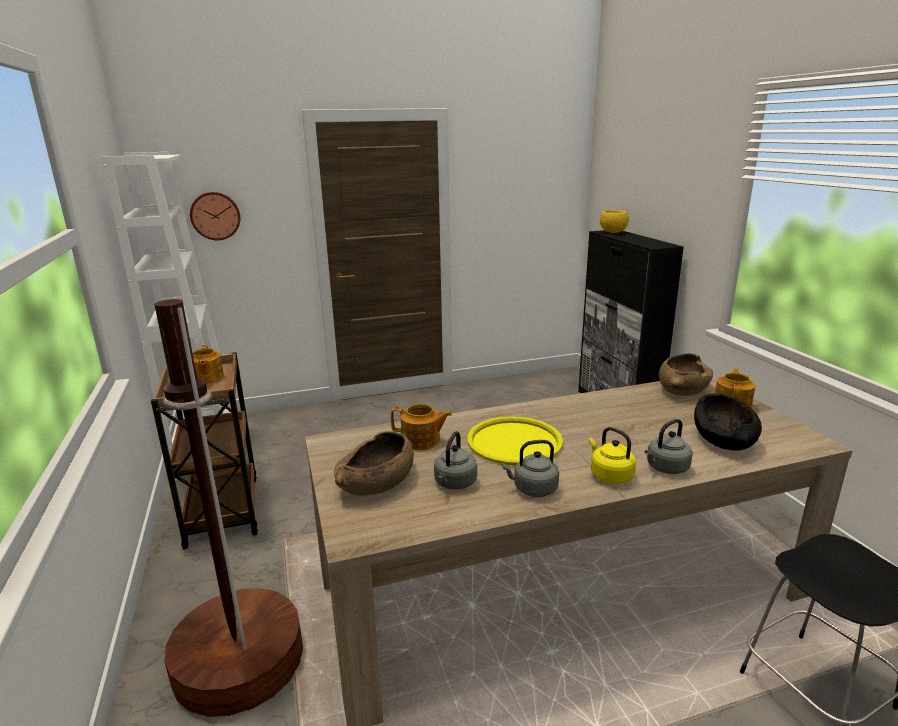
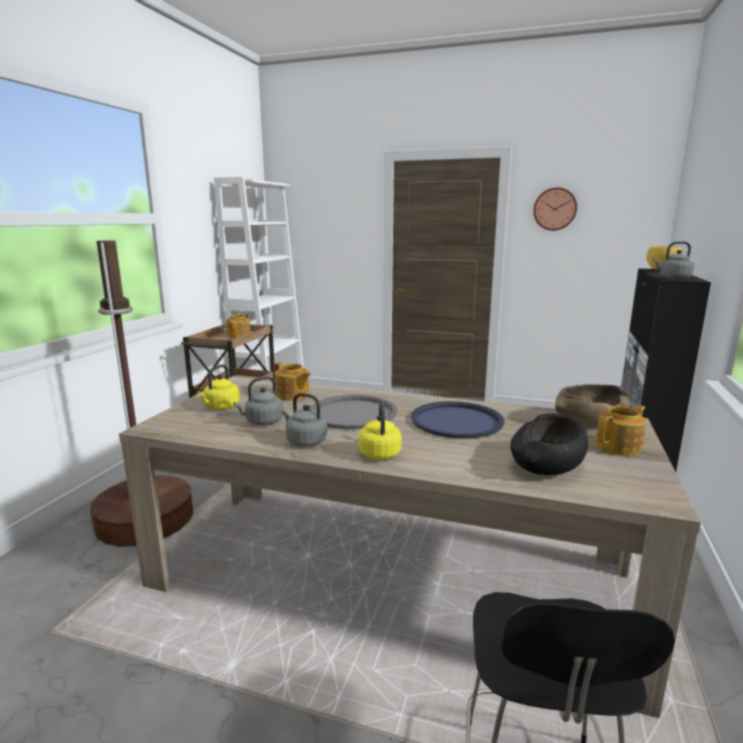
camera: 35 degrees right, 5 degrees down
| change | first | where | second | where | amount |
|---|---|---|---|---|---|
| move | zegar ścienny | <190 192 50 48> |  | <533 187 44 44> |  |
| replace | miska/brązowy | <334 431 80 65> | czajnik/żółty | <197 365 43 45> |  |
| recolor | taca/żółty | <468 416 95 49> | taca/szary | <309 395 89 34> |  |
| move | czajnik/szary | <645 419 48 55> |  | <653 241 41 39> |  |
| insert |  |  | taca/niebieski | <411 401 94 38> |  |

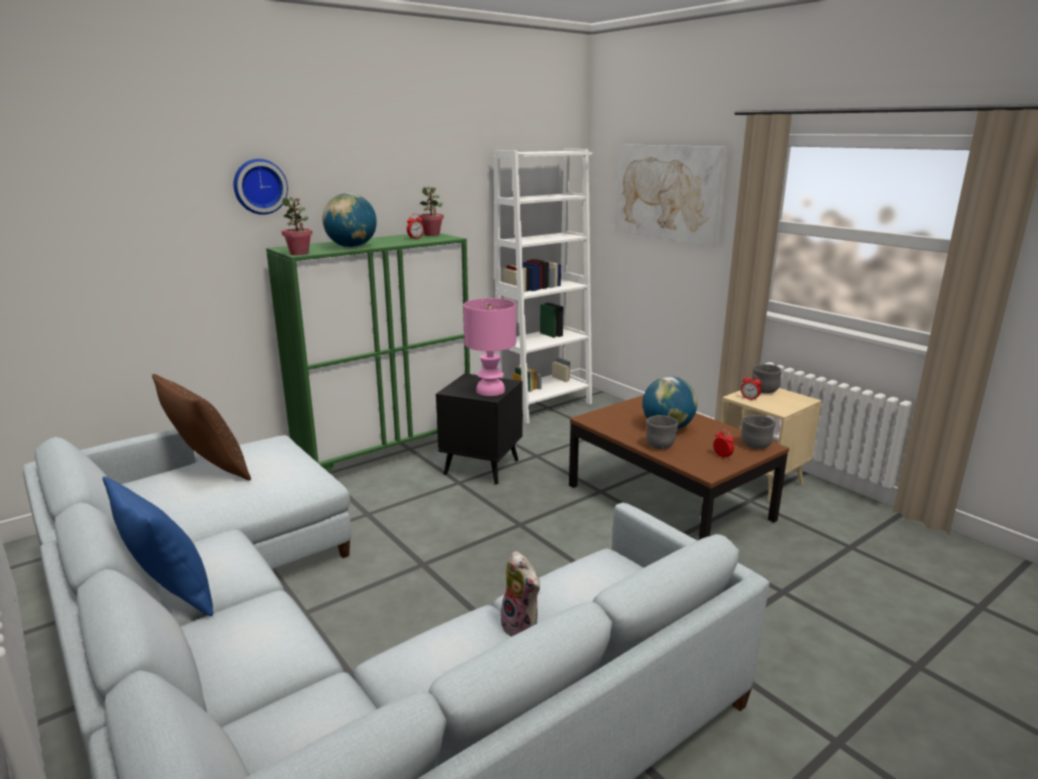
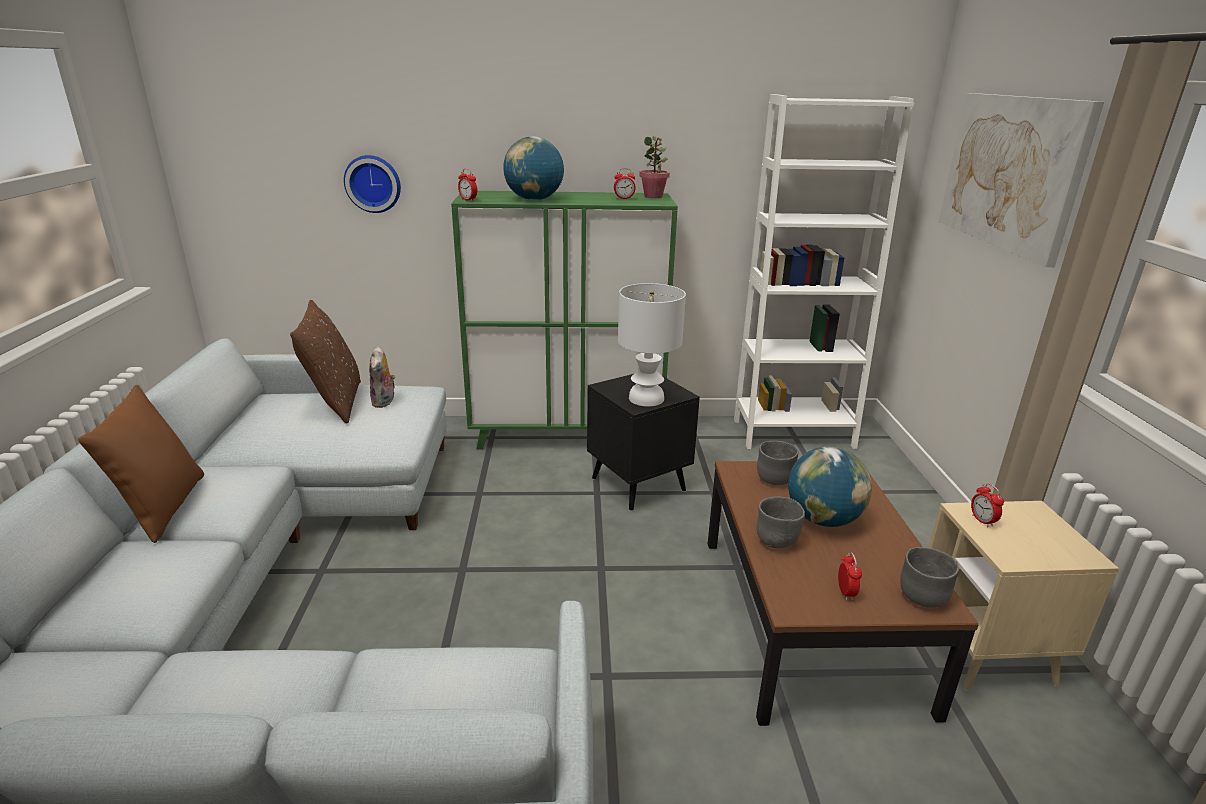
camera: 35 degrees right, 5 degrees up
| change | first | where | second | where | amount |
|---|---|---|---|---|---|
| recolor | poduszka/niebieski | <102 476 112 140> | poduszka/brązowy | <78 385 126 158> |  |
| move | zegar ścienny | <233 159 55 56> |  | <344 155 57 58> |  |
| replace | roślina doniczkowa | <282 197 31 58> | budzik | <458 169 19 33> |  |
| recolor | lampa stołowa/różowy | <464 298 52 98> | lampa stołowa/biały | <618 283 68 123> |  |
| move | pluszak | <500 551 41 85> |  | <369 346 27 62> |  |
| move | miska/szary | <752 364 30 30> |  | <757 441 41 44> |  |

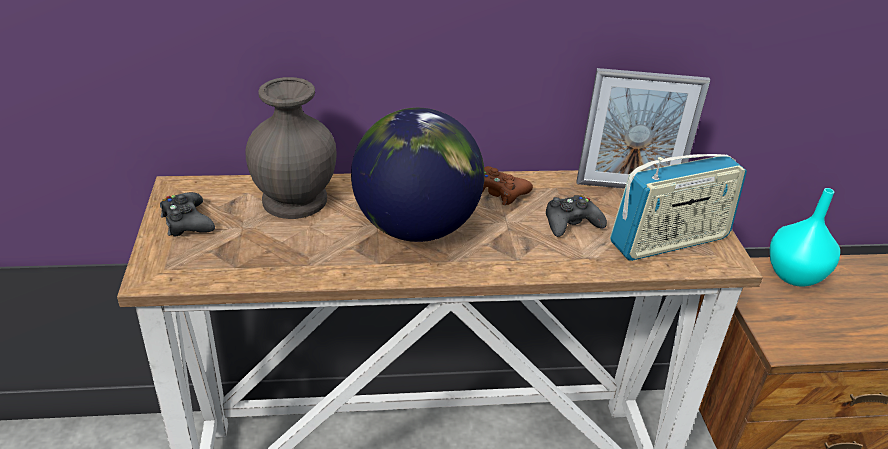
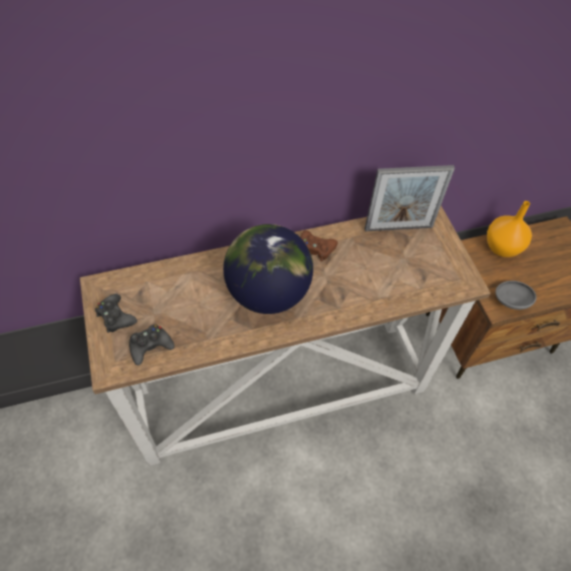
camera: 10 degrees left, 20 degrees up
| change | first | where | second | where | amount |
|---|---|---|---|---|---|
| delete | wazon/szary | <245 77 92 142> |  |  |  |
| move | pad do gier/czarny | <546 195 61 42> |  | <129 324 46 41> |  |
| delete | radio | <610 154 137 107> |  |  |  |
| recolor | wazon/turkusowy | <770 188 70 99> | wazon/pomarańczowy | <487 201 45 56> |  |
| insert |  |  | miska/szary | <495 281 41 29> |  |

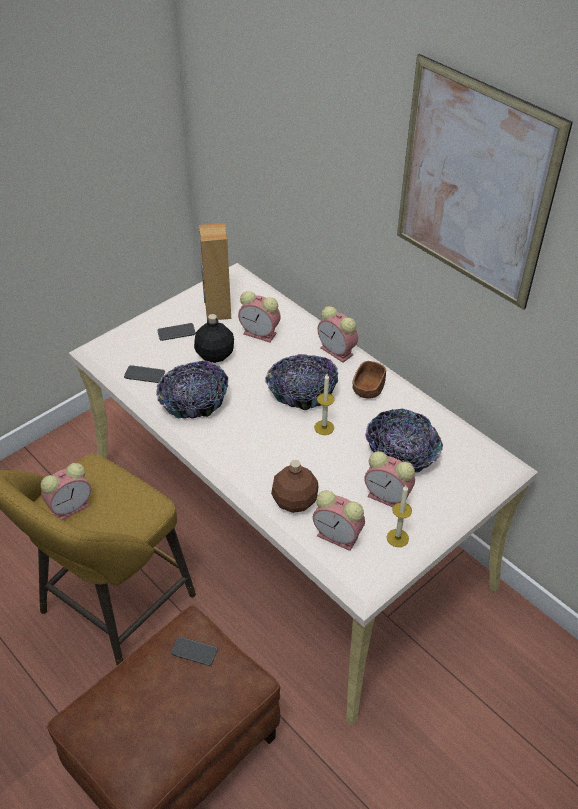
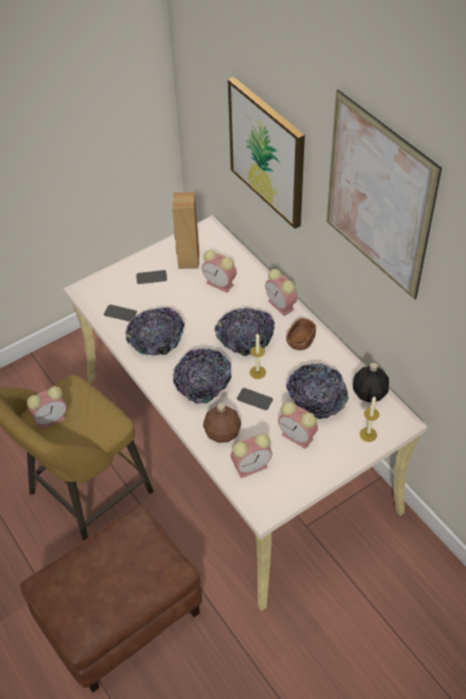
camera: 10 degrees right, 5 degrees up
| change | first | where | second | where | amount |
|---|---|---|---|---|---|
| move | telefon | <171 637 46 29> |  | <237 388 36 22> |  |
| move | butelka/czarny | <194 314 40 49> |  | <353 363 36 40> |  |
| rotate | budzik | <313 490 52 61> |  | <231 433 41 45> | 60 degrees counterclockwise |
| move | świeca | <387 486 25 61> |  | <360 396 19 46> |  |
| insert |  |  | miska | <173 348 59 56> |  |
| insert |  |  | obraz | <228 77 77 152> |  |

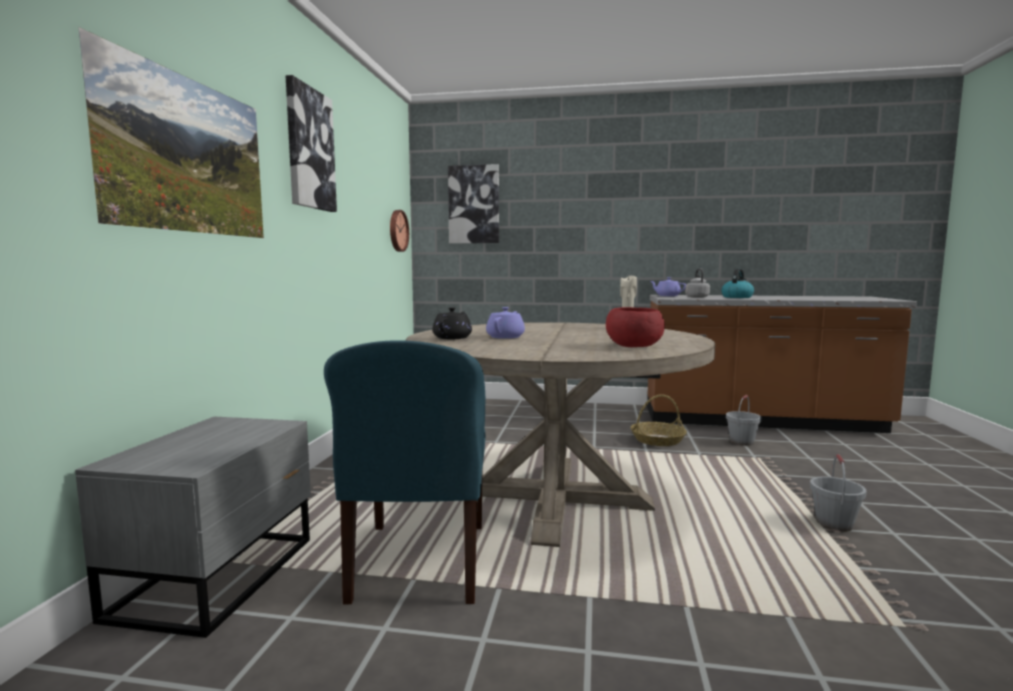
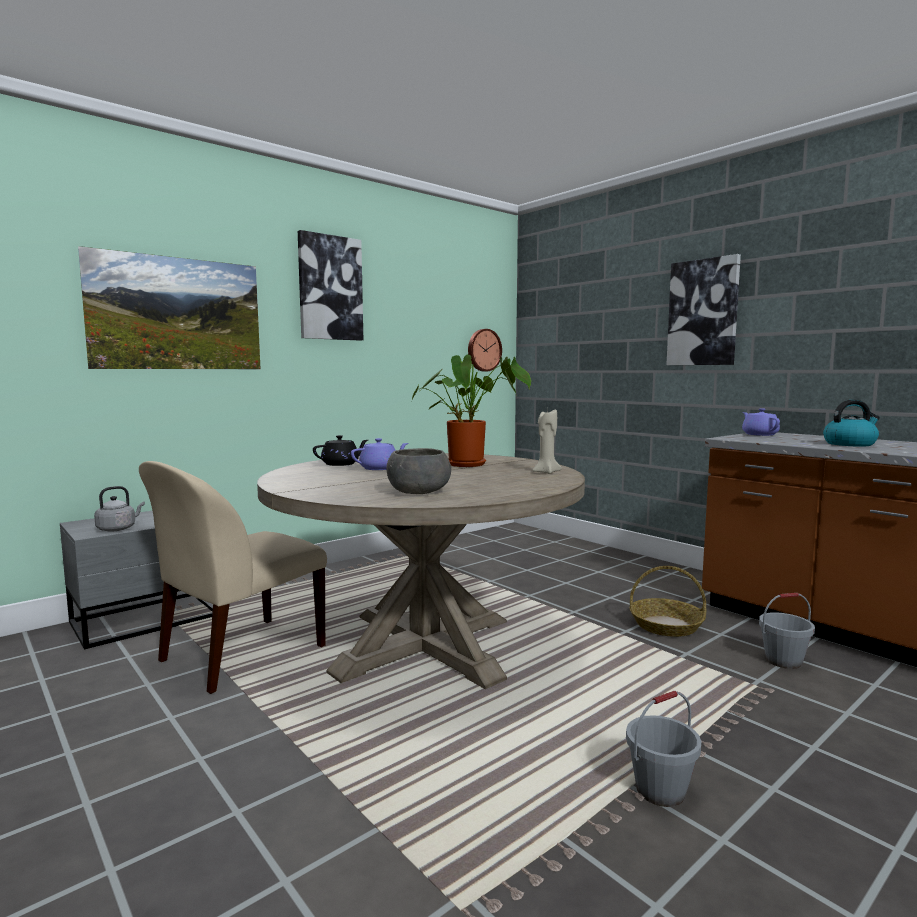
camera: 40 degrees right, 0 degrees up
| change | first | where | second | where | amount |
|---|---|---|---|---|---|
| recolor | krzesło/niebieski | <324 340 162 265> | krzesło/beżowy | <139 461 188 233> |  |
| move | obraz | <448 164 51 80> |  | <666 254 75 111> |  |
| recolor | miska/czerwony | <606 307 59 40> | miska/szary | <386 448 65 46> |  |
| move | czajnik/szary | <685 268 25 30> |  | <94 486 51 46> |  |
| insert |  |  | roślina doniczkowa | <412 354 119 113> |  |

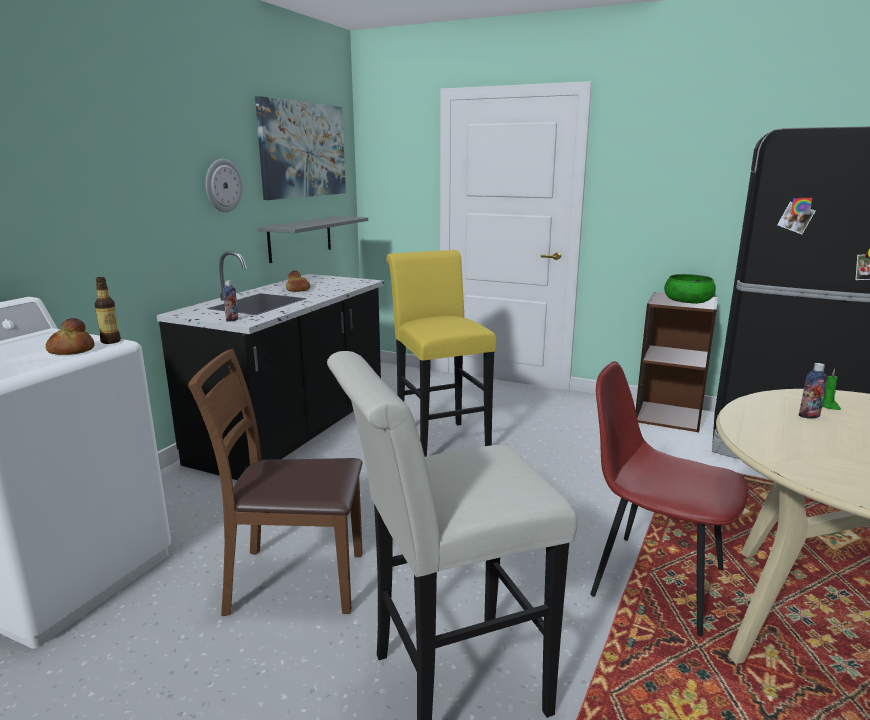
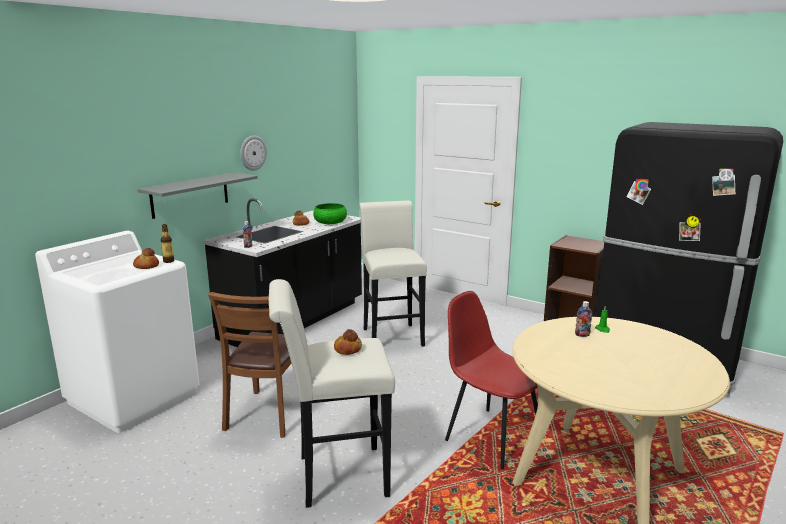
camera: 10 degrees right, 0 degrees up
| change | first | where | second | where | amount |
|---|---|---|---|---|---|
| rotate | krzesło/brązowy | <188 349 174 267> |  | <208 292 83 146> | 90 degrees counterclockwise |
| delete | obraz | <255 96 91 104> |  |  |  |
| move | półka/szary | <257 216 111 47> |  | <137 172 121 47> |  |
| recolor | stołek/żółty | <386 250 110 207> | stołek/biały | <359 201 68 146> |  |
| move | miska/zielony | <664 274 52 30> |  | <313 203 34 21> |  |
| insert |  |  | chleb | <334 329 28 26> |  |

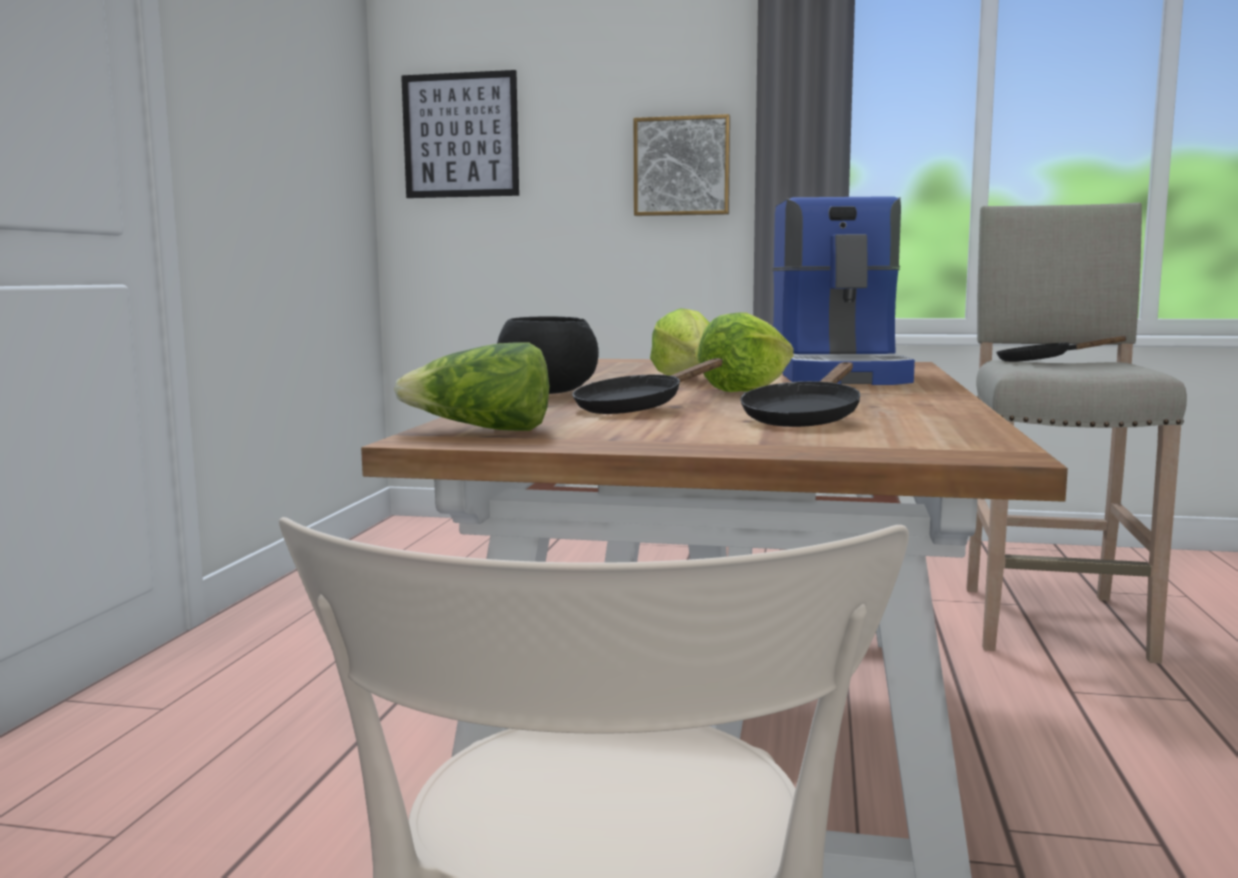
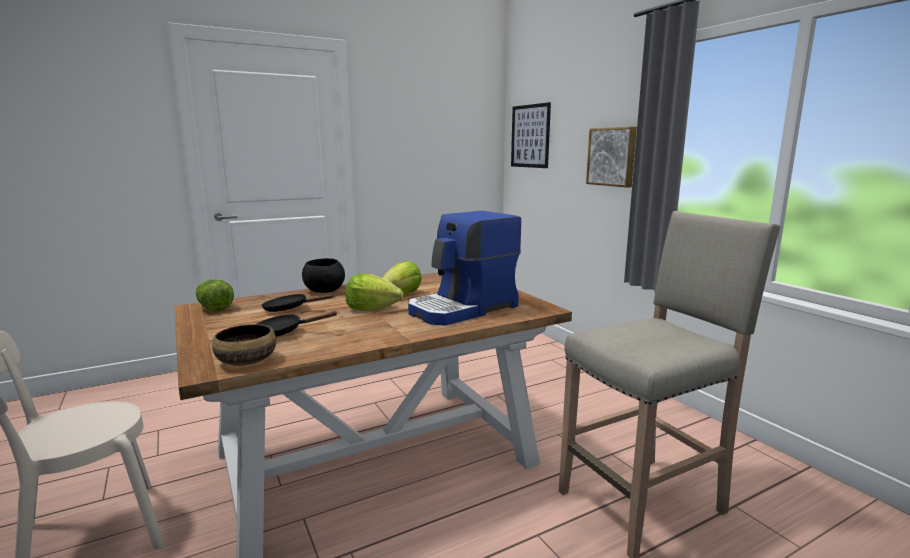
camera: 50 degrees right, 5 degrees up
| change | first | where | second | where | amount |
|---|---|---|---|---|---|
| delete | patelnia/czarny | <996 336 133 26> |  |  |  |
| insert |  |  | miska | <212 324 64 42> |  |

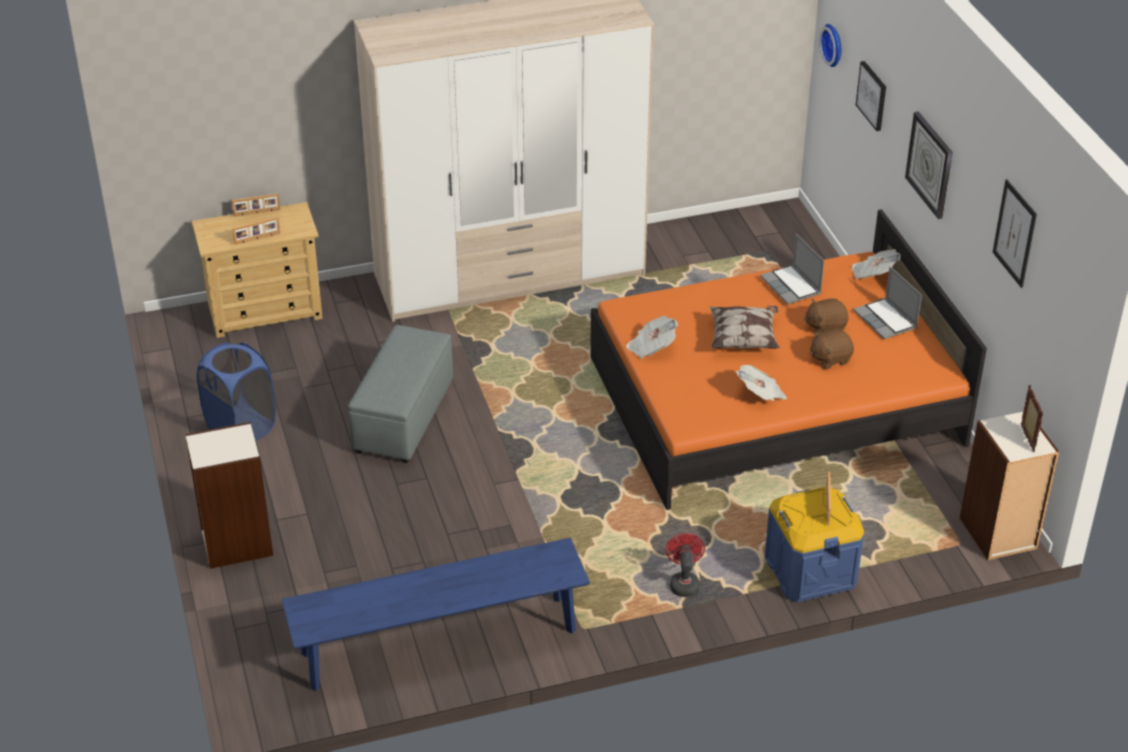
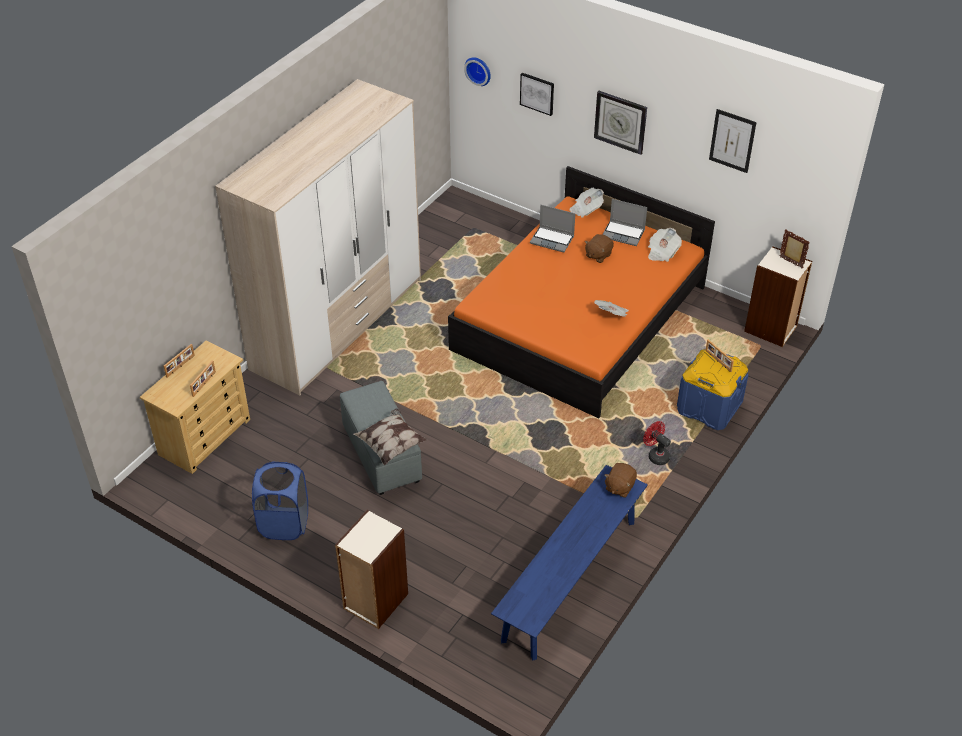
camera: 40 degrees left, 5 degrees up
| change | first | where | second | where | amount |
|---|---|---|---|---|---|
| move | gazeta | <626 316 52 43> |  | <648 228 34 34> |  |
| move | poduszka | <709 306 71 43> |  | <354 409 74 56> |  |
| move | pluszak/brązowy | <809 329 45 40> |  | <604 463 33 35> |  |

